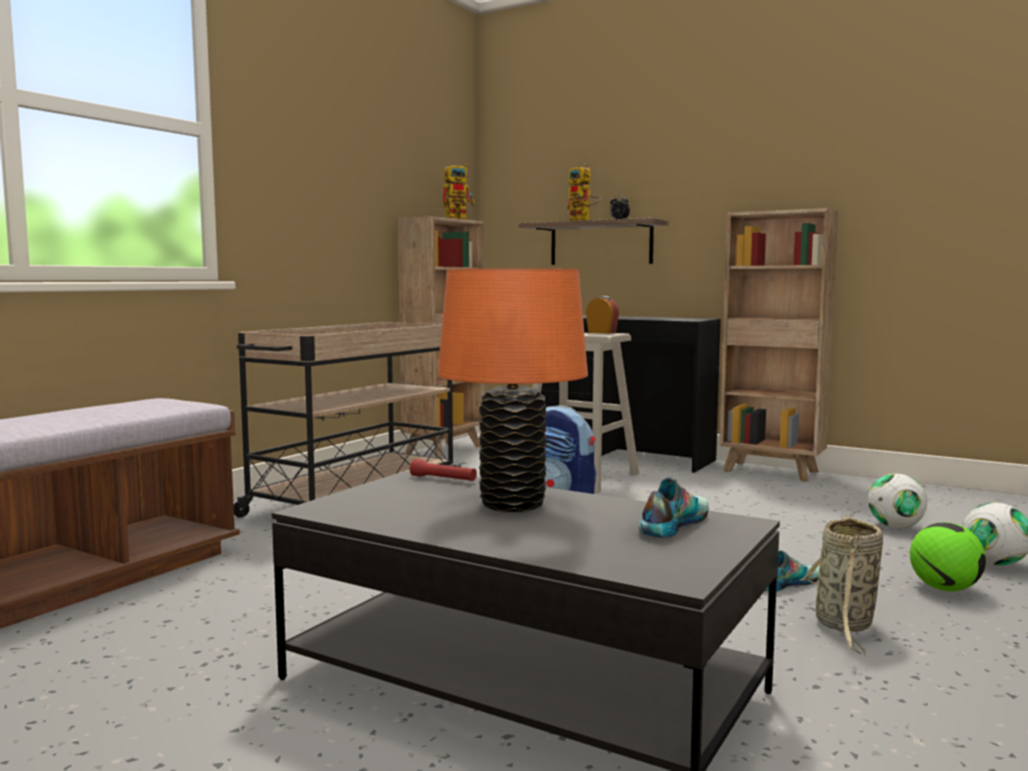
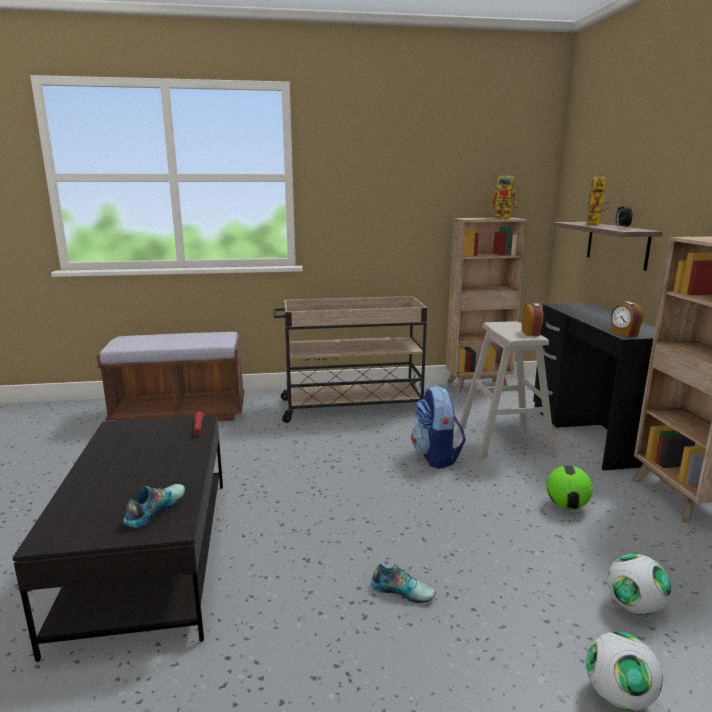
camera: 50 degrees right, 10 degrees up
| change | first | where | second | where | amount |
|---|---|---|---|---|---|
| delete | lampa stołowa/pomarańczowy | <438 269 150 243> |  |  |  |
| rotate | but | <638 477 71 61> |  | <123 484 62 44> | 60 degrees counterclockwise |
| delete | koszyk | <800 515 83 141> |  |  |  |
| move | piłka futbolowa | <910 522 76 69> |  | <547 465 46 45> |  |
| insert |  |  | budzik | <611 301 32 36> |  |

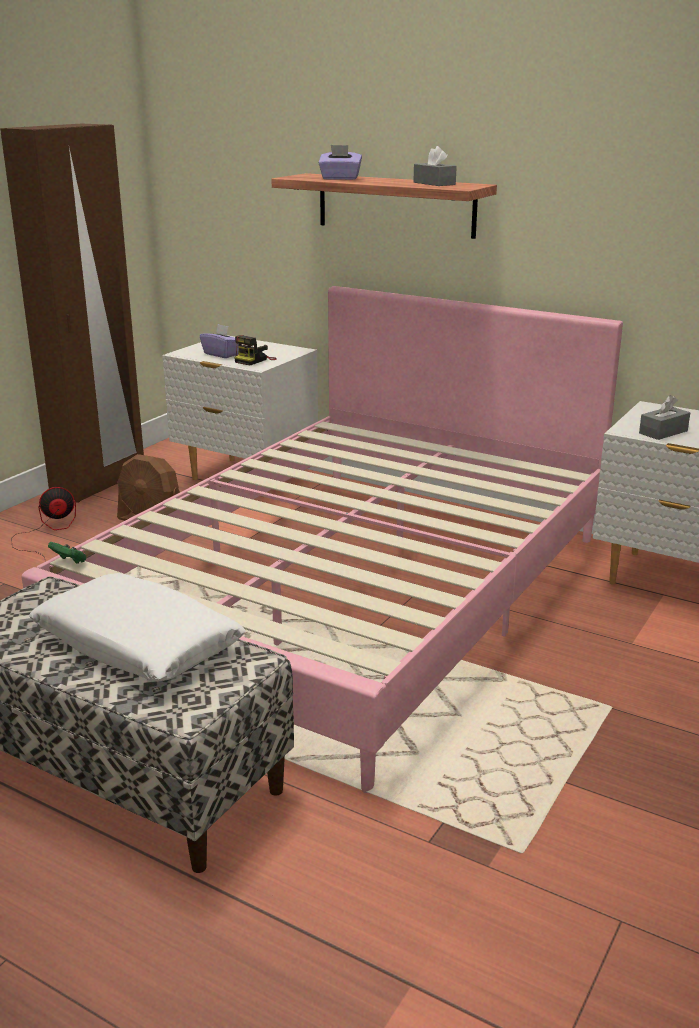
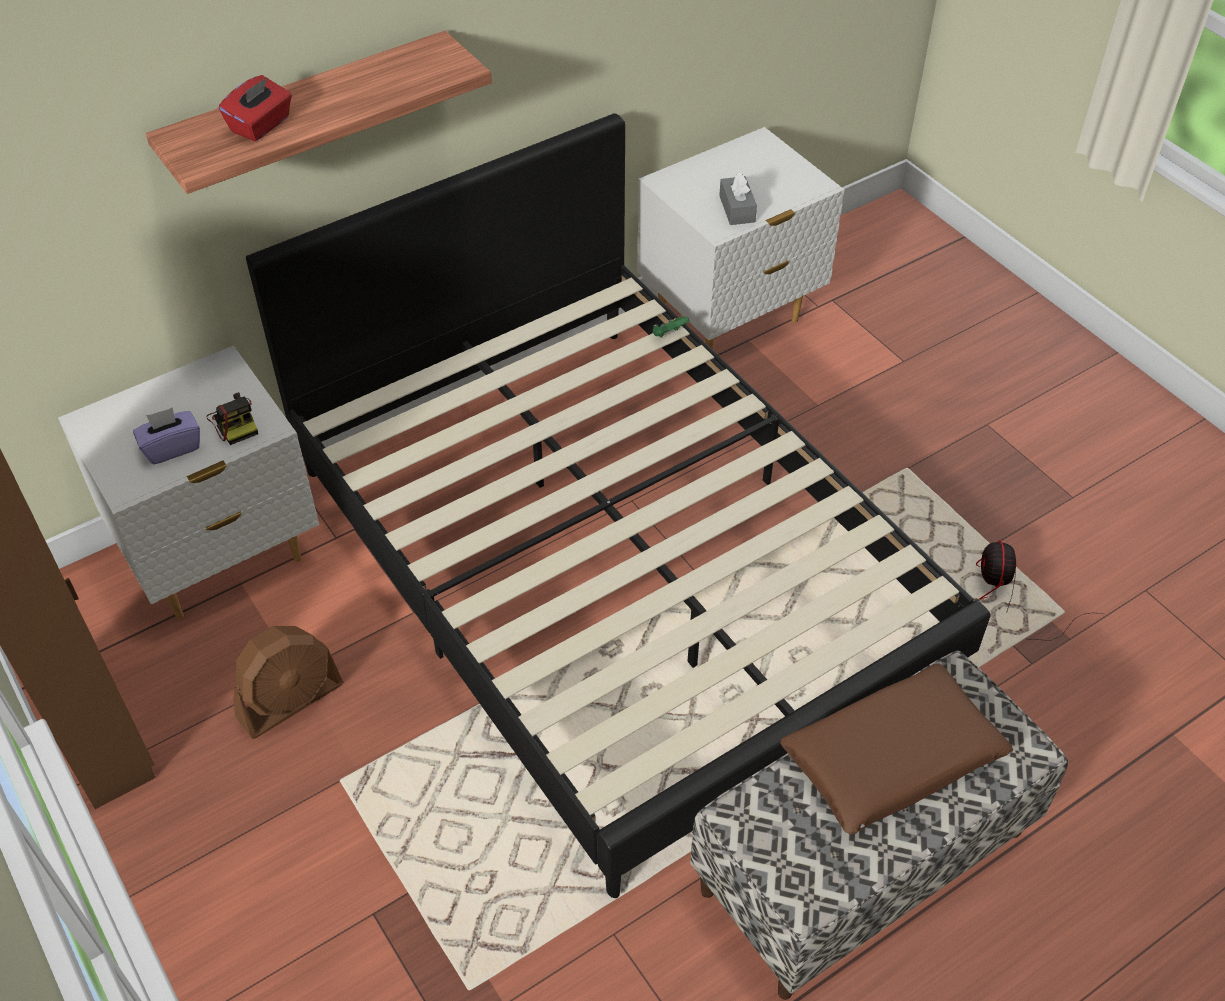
camera: 65 degrees left, 25 degrees up
| change | first | where | second | where | amount |
|---|---|---|---|---|---|
| move | wentylator | <11 487 65 71> |  | <976 541 128 100> |  |
| recolor | łóżko/różowy | <22 286 601 507> | łóżko/czarny | <246 113 745 785> |  |
| recolor | poduszka/biały | <29 573 217 109> | poduszka/brązowy | <780 663 233 172> |  |
| move | pad do gier/zielony | <48 542 39 21> |  | <652 317 37 20> |  |
| recolor | pudełko chusteczek/fioletowy | <319 145 43 35> | pudełko chusteczek/czerwony | <219 75 73 66> |  |
| delete | pudełko chusteczek/szary | <413 146 44 40> |  |  |  |

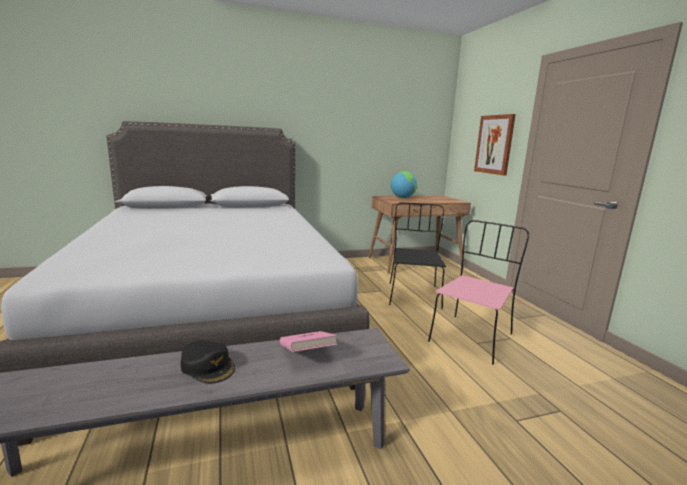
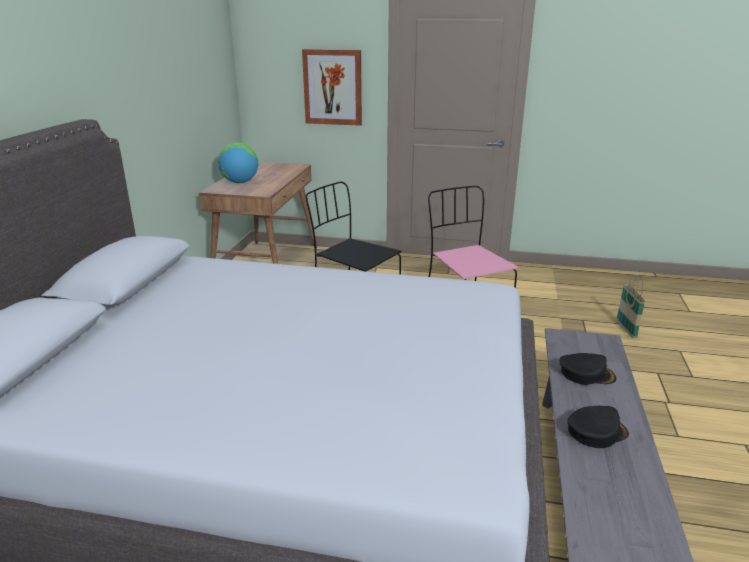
camera: 60 degrees left, 10 degrees up
| change | first | where | second | where | amount |
|---|---|---|---|---|---|
| replace | książka/różowy | <280 331 58 21> | czapka z daszkiem/czarny | <559 353 57 32> |  |
| insert |  |  | koszyk | <616 275 29 63> |  |

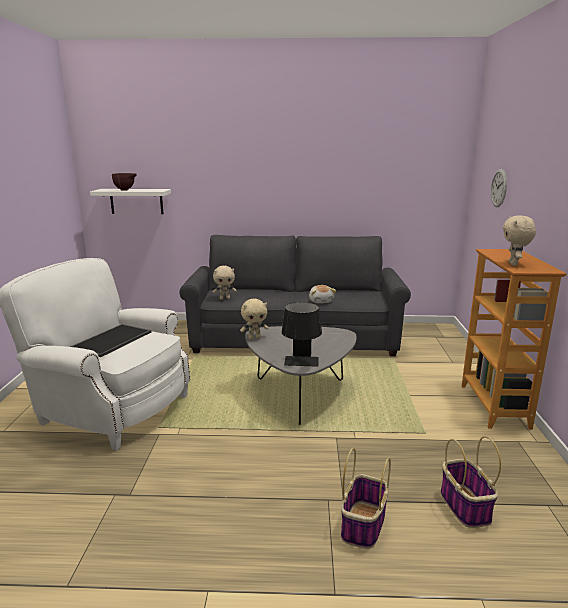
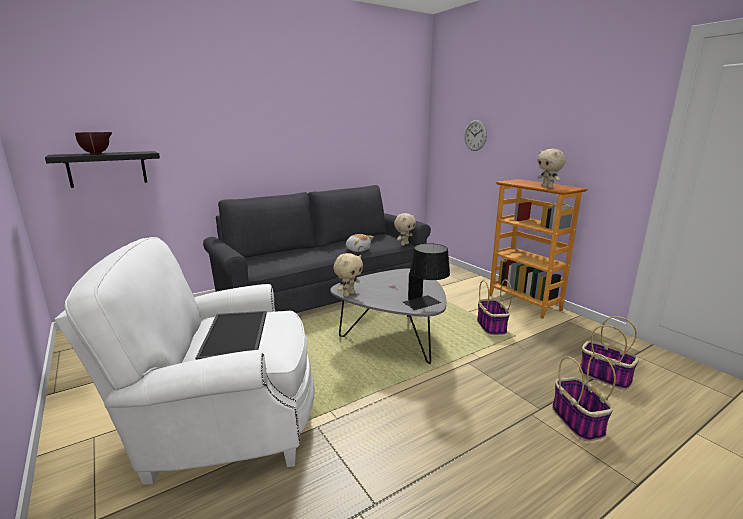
camera: 35 degrees left, 0 degrees up
| change | first | where | second | where | amount |
|---|---|---|---|---|---|
| recolor | półka/biały | <90 189 81 25> | półka/czarny | <45 151 115 37> |  |
| move | pluszak/beżowy | <213 266 24 34> |  | <394 213 22 33> |  |
| insert |  |  | koszyk | <477 280 35 55> |  |

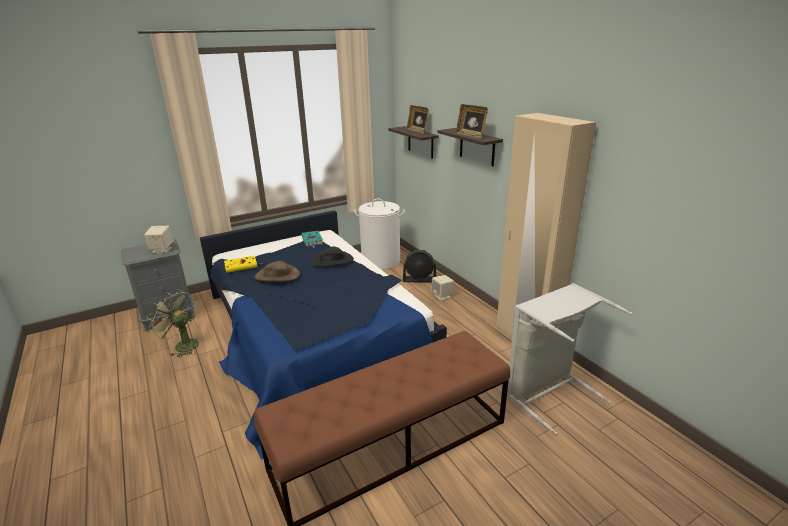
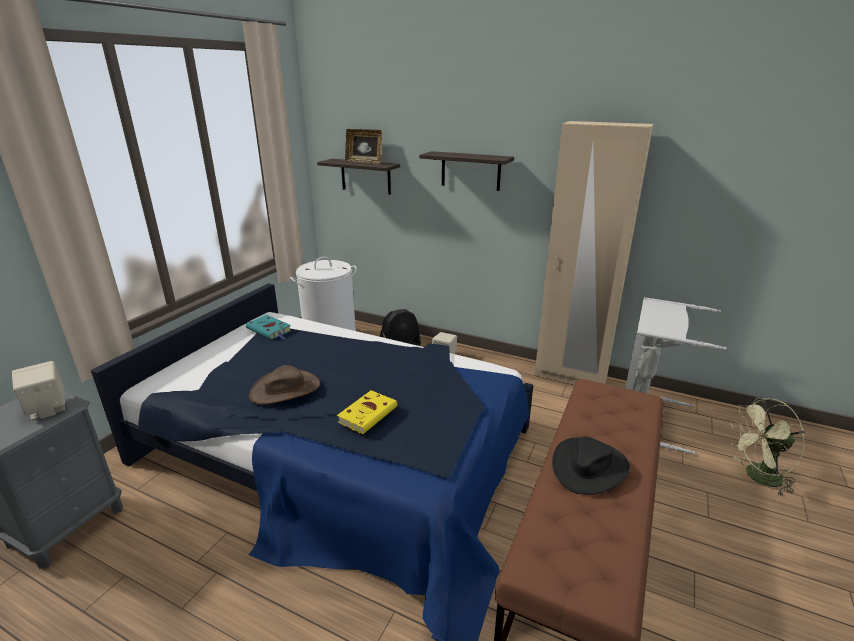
camera: 35 degrees left, 0 degrees up
| change | first | where | second | where | amount |
|---|---|---|---|---|---|
| move | wentylator/zielony | <147 289 52 68> |  | <730 398 75 99> |  |
| move | książka/żółty | <224 256 38 17> |  | <337 390 61 44> |  |
| move | kapelusz/czarny | <311 246 43 21> |  | <552 436 78 59> |  |
| delete | ramka na zdjęcie | <456 104 32 35> |  |  |  |

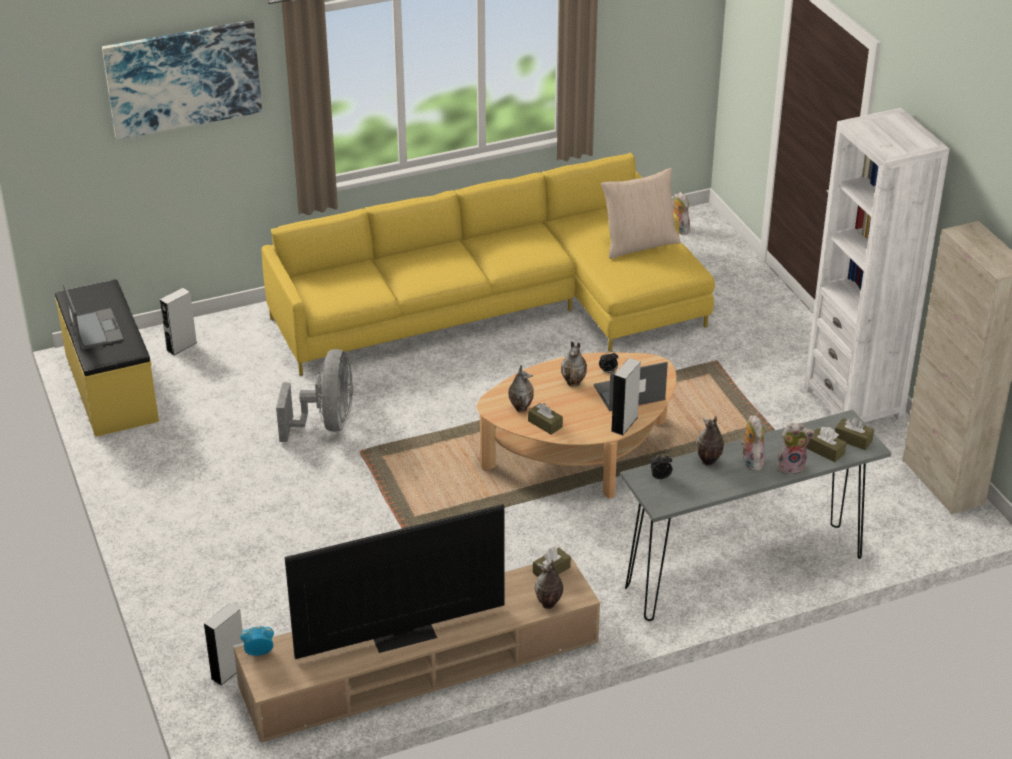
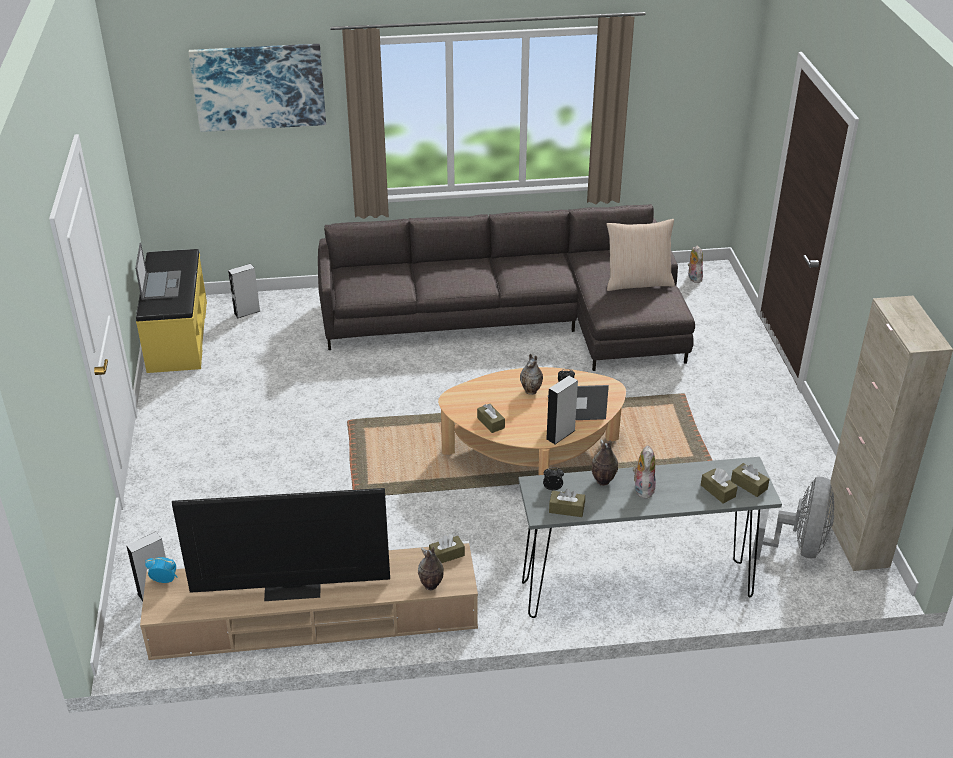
camera: 15 degrees right, 0 degrees up
| change | first | where | second | where | amount |
|---|---|---|---|---|---|
| recolor | kanapa/żółty | <261 153 454 223> | kanapa/szary | <318 204 377 167> |  |
| move | wentylator/szary | <276 349 77 93> |  | <751 477 83 83> |  |
| delete | wazon | <508 365 26 48> |  |  |  |
| delete | pluszak | <776 423 39 52> |  |  |  |
| delete | regał/biały | <804 108 146 315> |  |  |  |
| insert |  |  | pudełko chusteczek/brązowy | <549 489 36 28> |  |

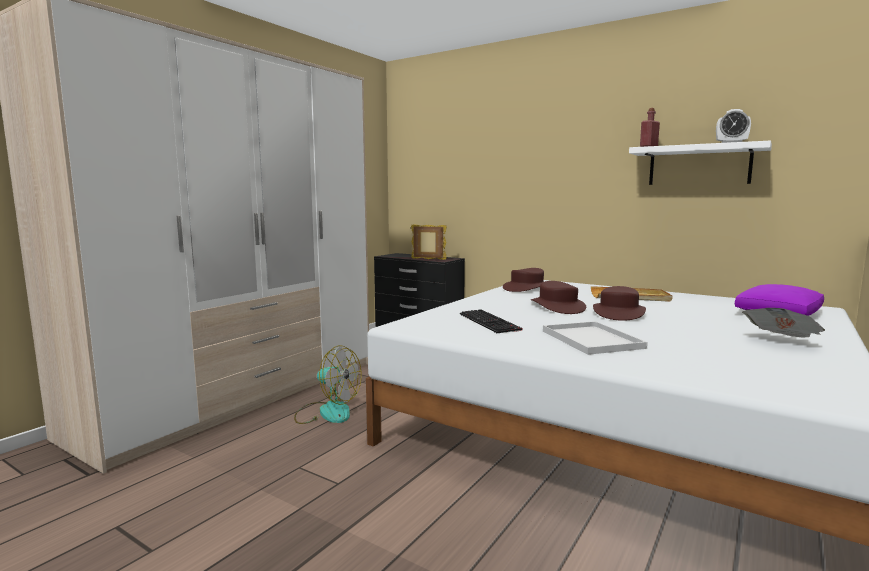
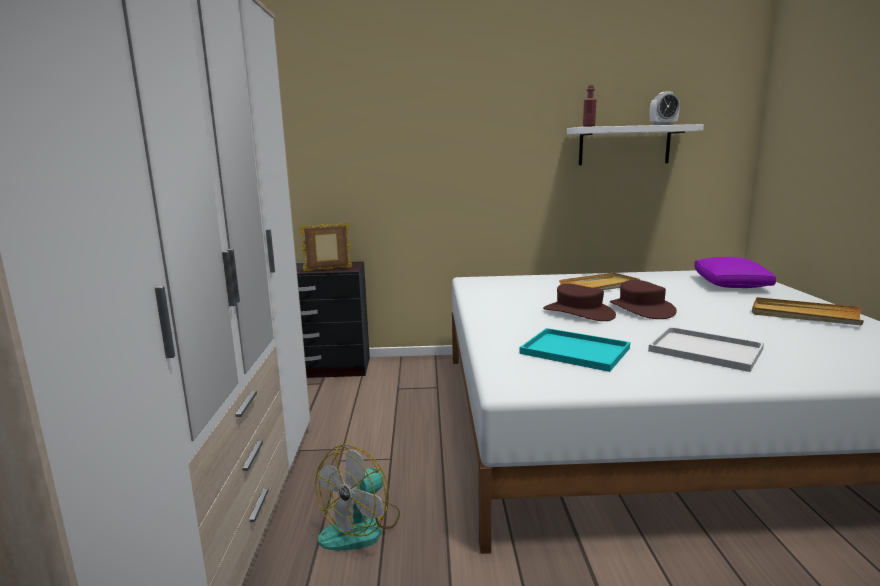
camera: 35 degrees left, 5 degrees up
| change | first | where | second | where | amount |
|---|---|---|---|---|---|
| rotate | wentylator | <294 345 68 79> |  | <315 445 85 105> | 135 degrees clockwise |
| replace | klawiatura | <460 309 62 24> | taca/turkusowy | <519 328 111 44> |  |
| delete | kapelusz/brązowy | <503 268 41 24> |  |  |  |
| replace | gazeta | <742 308 83 29> | taca/beżowy | <752 297 112 29> |  |

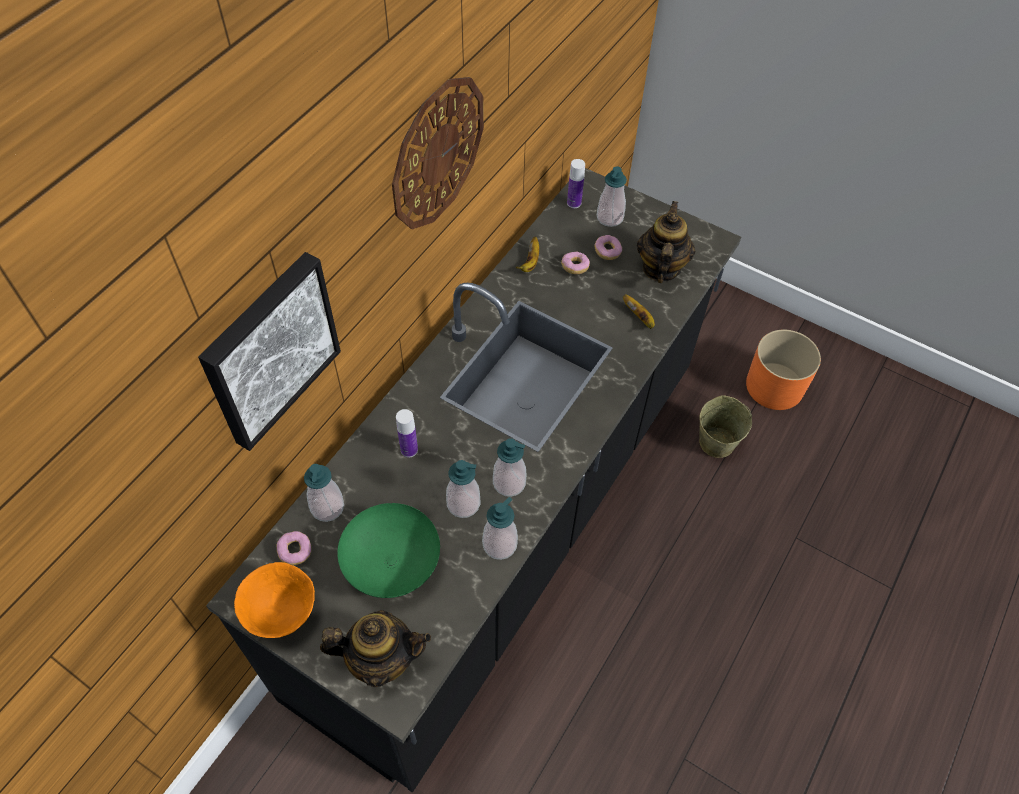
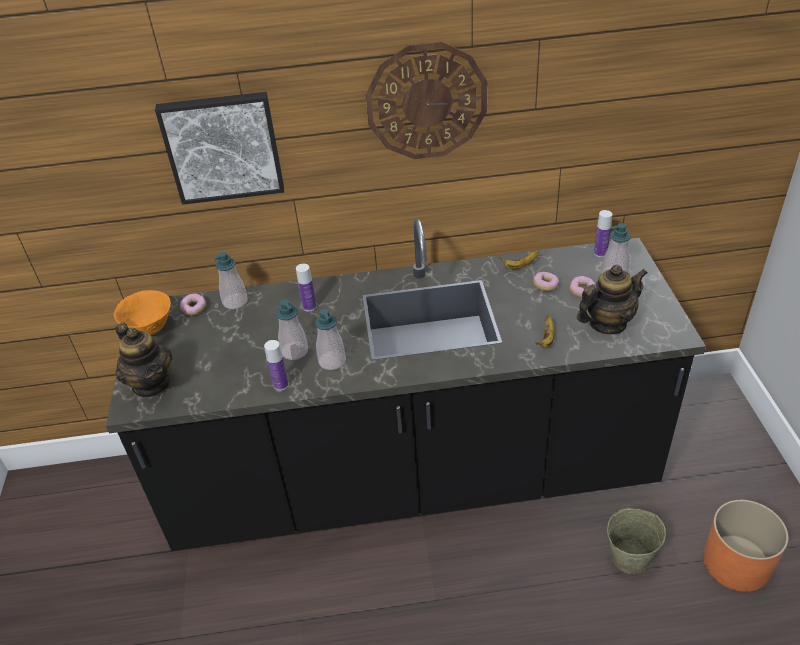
camera: 55 degrees right, 15 degrees down
| change | first | where | second | where | amount |
|---|---|---|---|---|---|
| delete | miska/zielony | <337 503 103 95> |  |  |  |
| replace | dozownik mydła | <482 497 36 63> | butelka | <264 340 25 51> |  |

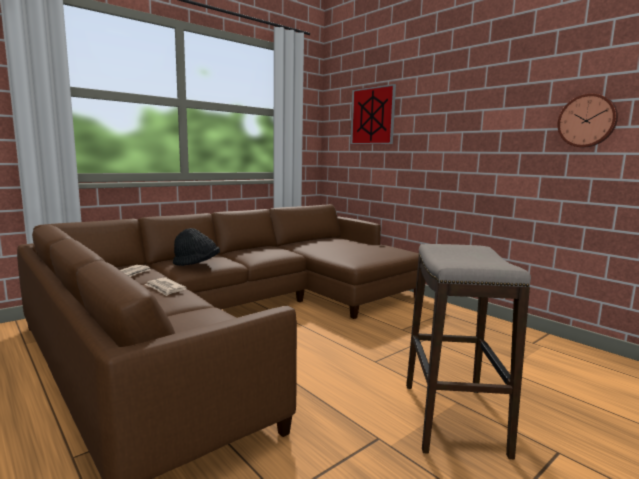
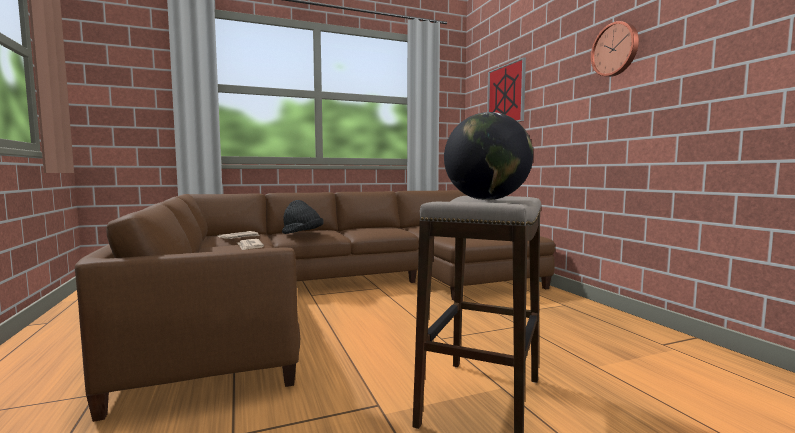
camera: 20 degrees right, 5 degrees down
| change | first | where | second | where | amount |
|---|---|---|---|---|---|
| move | zegar ścienny | <557 94 61 53> |  | <591 21 48 56> |  |
| insert |  |  | globus | <444 112 89 88> |  |

